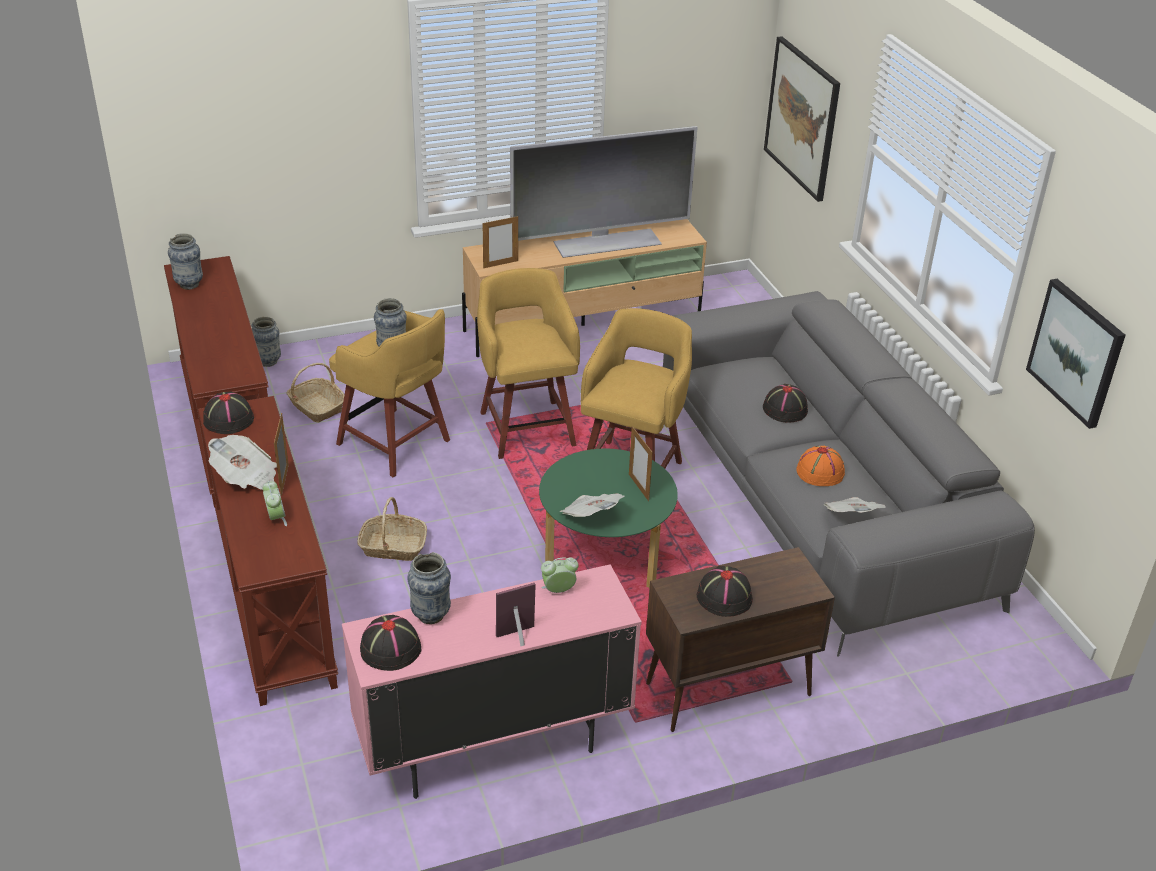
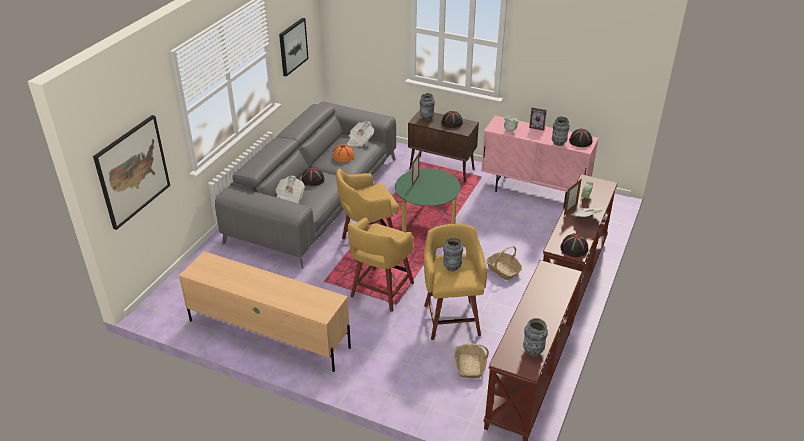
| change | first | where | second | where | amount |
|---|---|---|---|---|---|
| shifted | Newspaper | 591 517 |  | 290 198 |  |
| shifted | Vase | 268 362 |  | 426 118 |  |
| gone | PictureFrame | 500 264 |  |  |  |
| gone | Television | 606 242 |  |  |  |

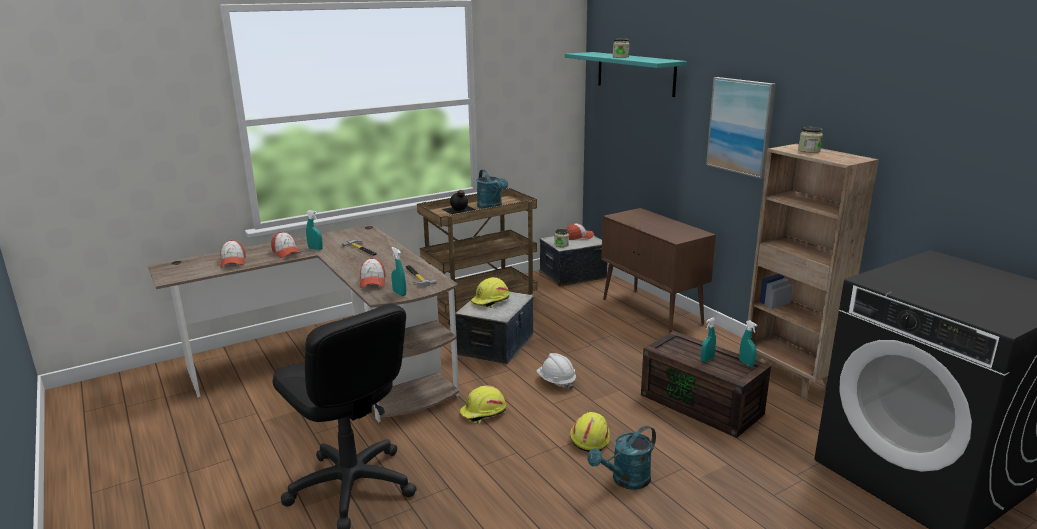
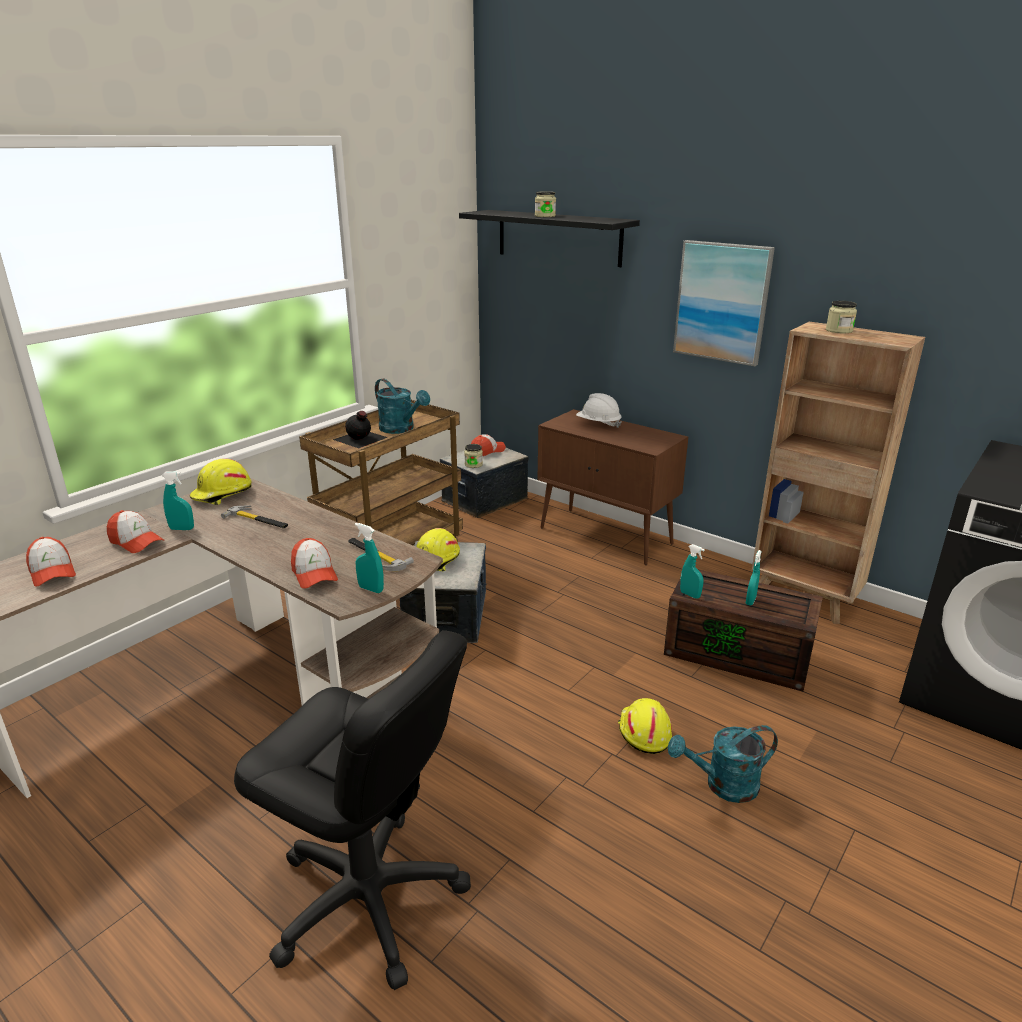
| change | first | where | second | where | amount |
|---|---|---|---|---|---|
| shifted | YellowHardHat | 483 413 |  | 222 494 |  |
| repainted | TurquoiseShelf | 635 73 | BlackShelf | 558 237 |  |
| shifted | WhiteHardHat | 556 381 |  | 598 424 |  |
| rotated | TurquoiseWateringCan | 625 480 |  | 723 785 | 45 degrees clockwise |
| shifted | TurquoiseSprayBottle | 746 363 |  | 690 595 |  |

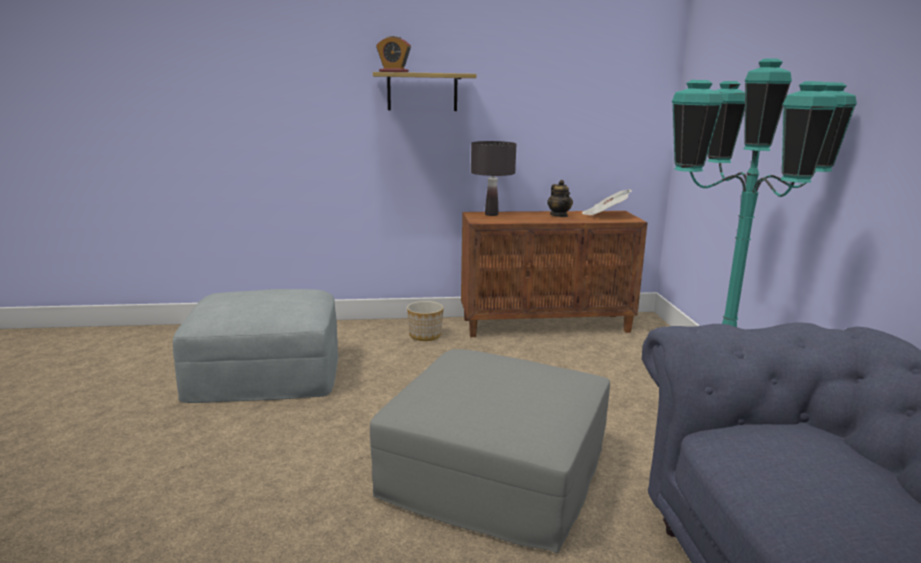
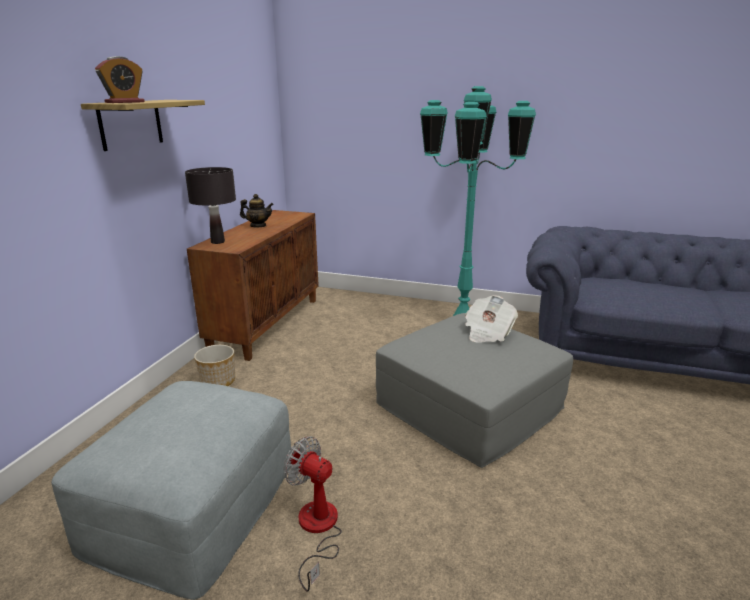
| change | first | where | second | where | amount |
|---|---|---|---|---|---|
| new |  |  | Fan | 317 530 |  |
| shifted | Newspaper | 604 215 |  | 487 332 |  |

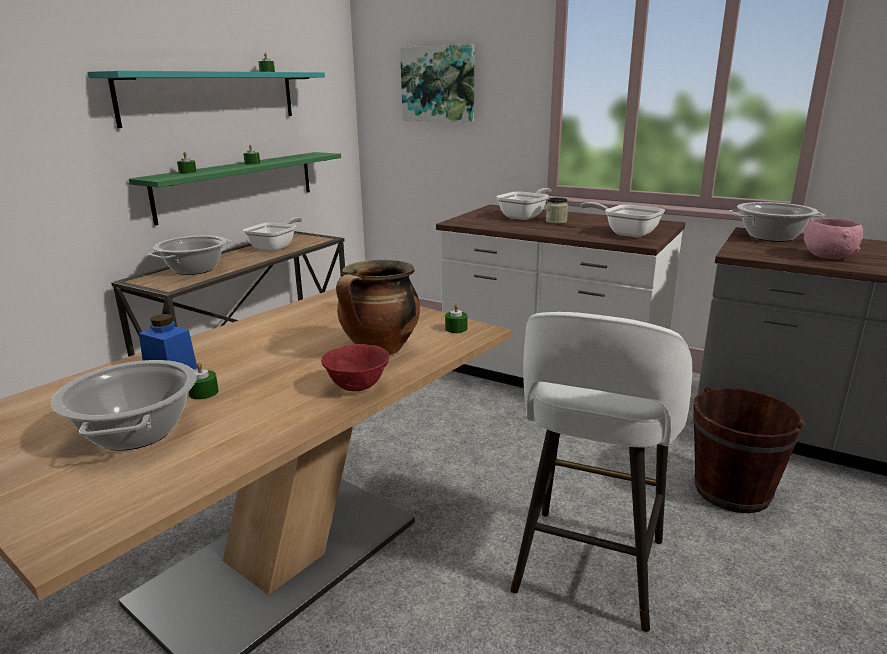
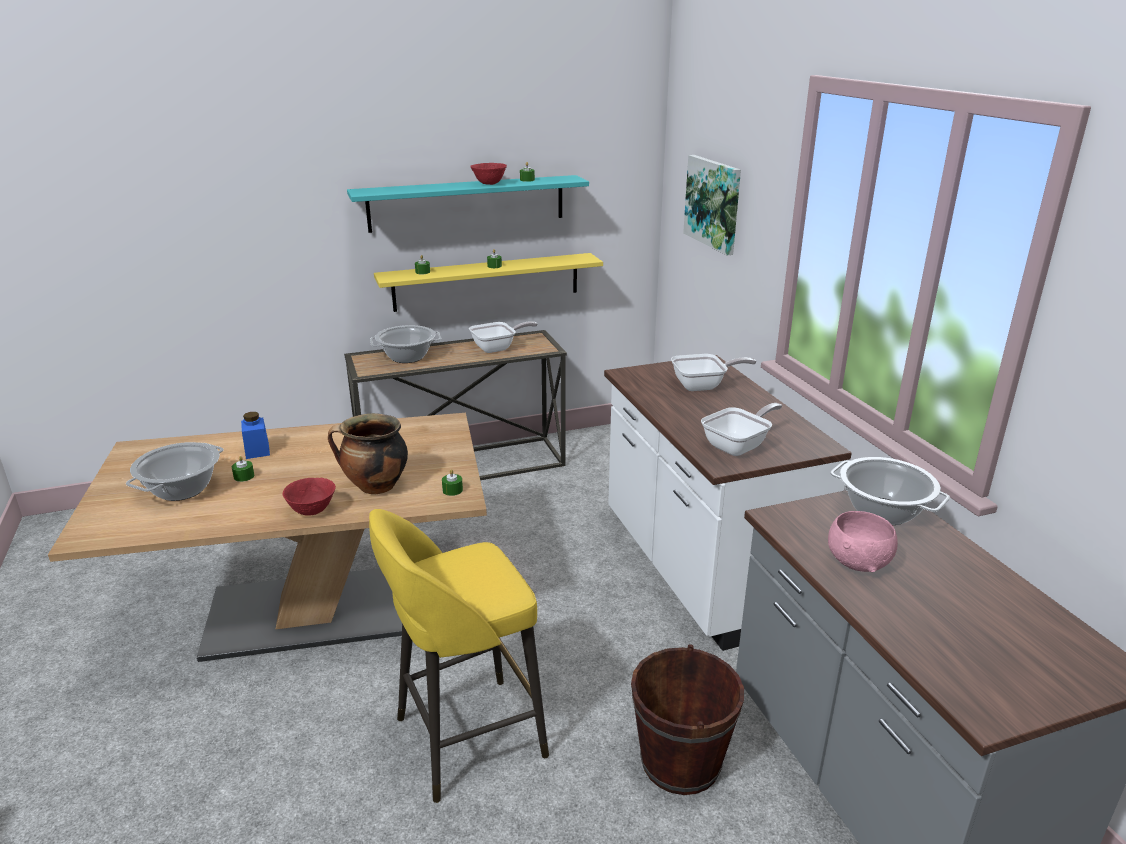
| change | first | where | second | where | amount |
|---|---|---|---|---|---|
| repainted | WhiteStool | 587 569 | YellowStool | 465 738 |  |
| repainted | GreenShelf | 238 185 | YellowShelf | 487 282 |  |
| new |  |  | RedBowl | 489 184 |  |
| rotated | FryingPan | 626 233 |  | 739 446 | 60 degrees clockwise |
| gone | Jar | 556 221 |  |  |  |

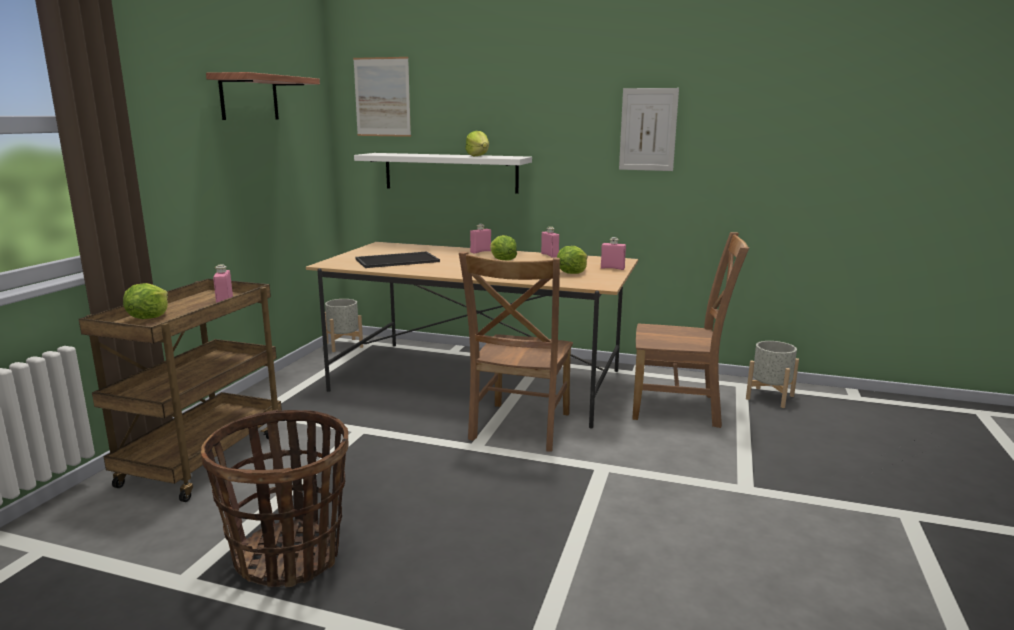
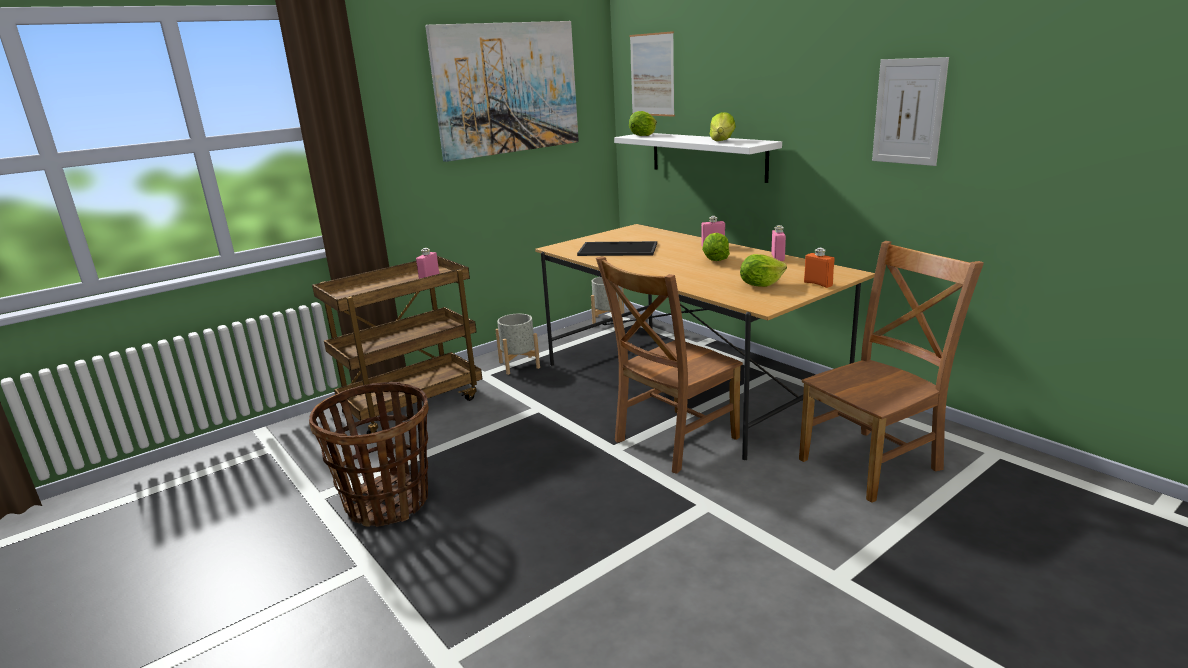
| change | first | where | second | where | amount |
|---|---|---|---|---|---|
| swapped | Shelf | 249 98 | Picture | 507 89 |  |
| shifted | GreyPlanter | 769 397 |  | 519 365 |  |
| shifted | Lettuce | 149 317 |  | 643 136 |  |
| rotated | BrownChair | 680 408 |  | 873 462 | 75 degrees counterclockwise |
| repainted | PinkBottle | 612 268 | OrangeBottle | 818 284 |  |

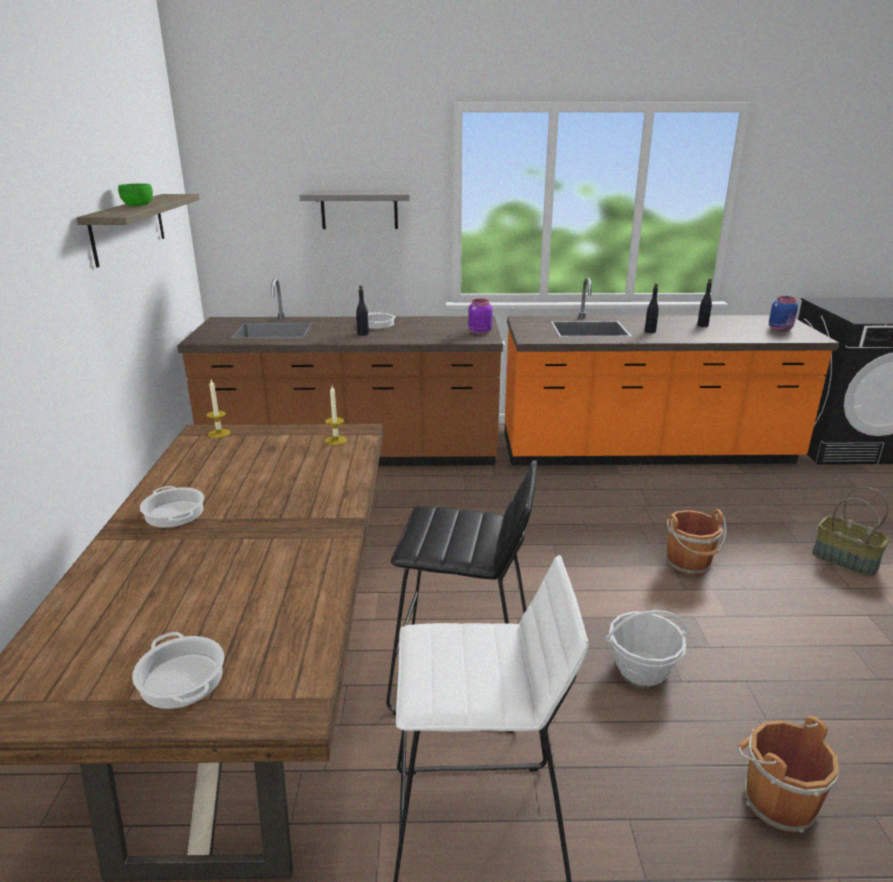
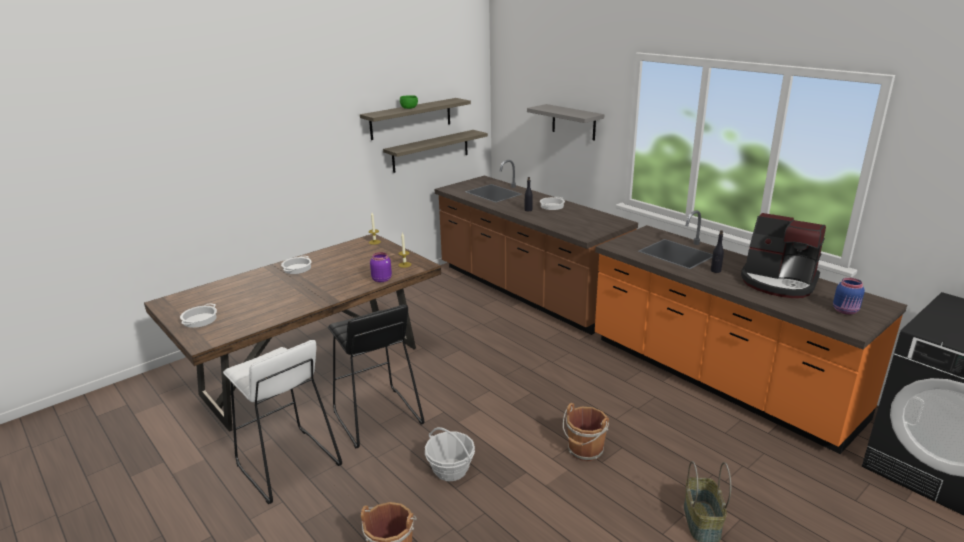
| change | first | where | second | where | amount |
|---|---|---|---|---|---|
| shifted | PurpleJar | 479 332 |  | 381 279 |  |
| new |  |  | Shelf | 431 151 |  |
| swapped | BlackBottle | 702 325 | CoffeeMachine | 778 282 |  |

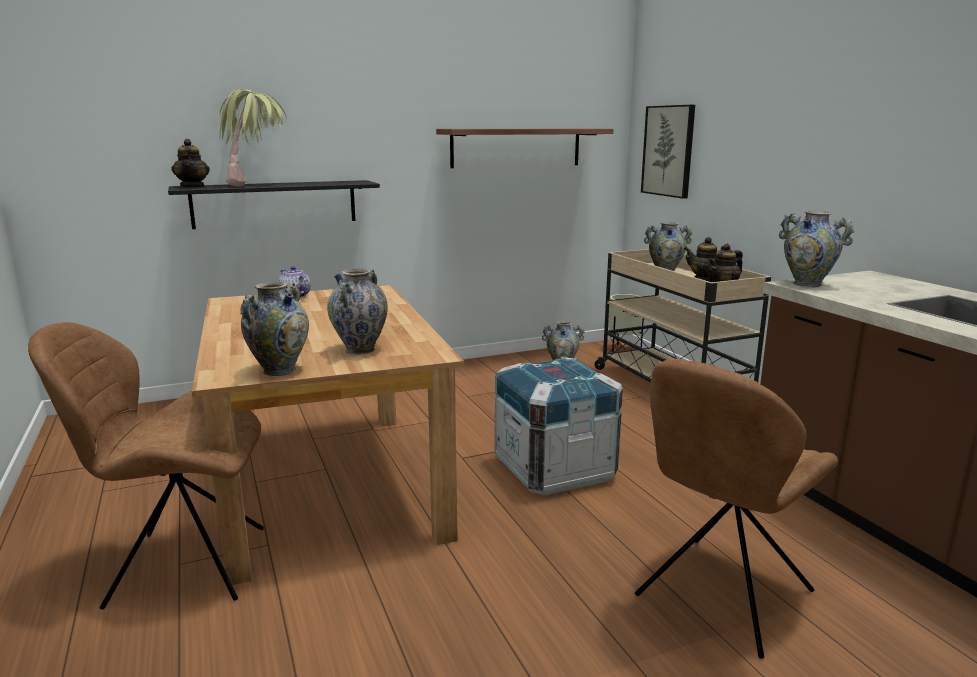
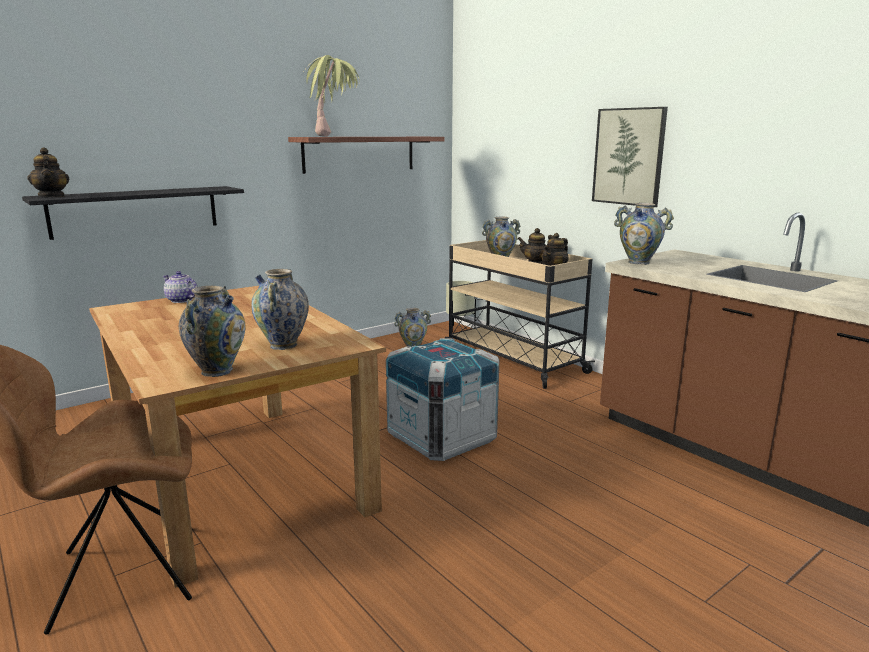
| change | first | where | second | where | amount |
|---|---|---|---|---|---|
| shifted | PottedPlant | 257 185 |  | 334 136 |  |
| shifted | Picture | 668 151 |  | 629 156 |  |
| gone | BrownChair | 720 596 |  |  |  |

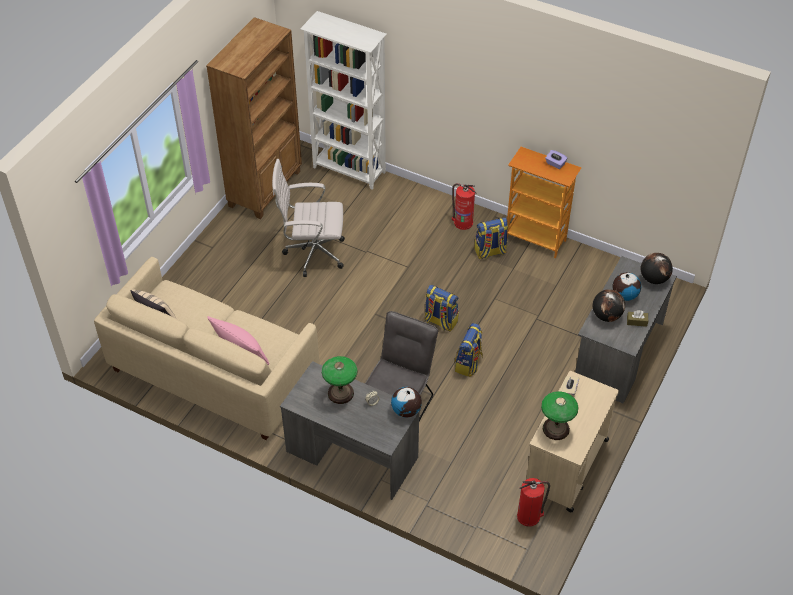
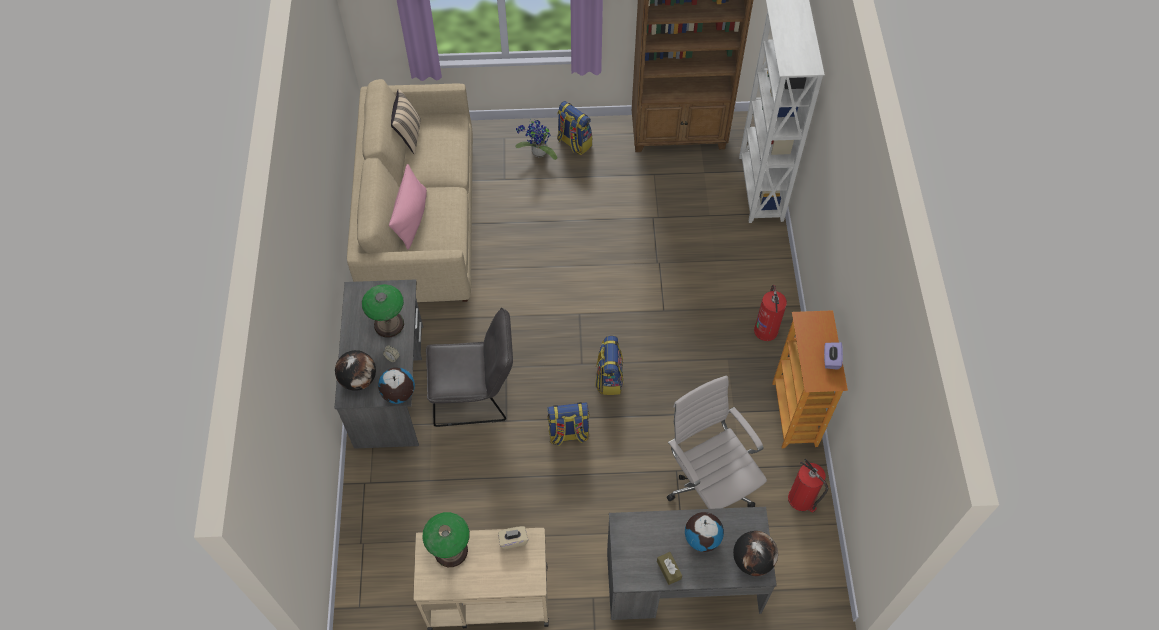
| change | first | where | second | where | amount |
|---|---|---|---|---|---|
| shifted | Globe | 606 316 |  | 359 379 |  |
| new |  |  | PottedPlant | 538 153 |  |
| shifted | Backpack | 490 252 |  | 573 143 |  |
| shifted | WhiteOfficeChair | 312 253 |  | 708 486 |  |
| shifted | FireExtinguisher | 529 516 |  | 801 499 |  |

